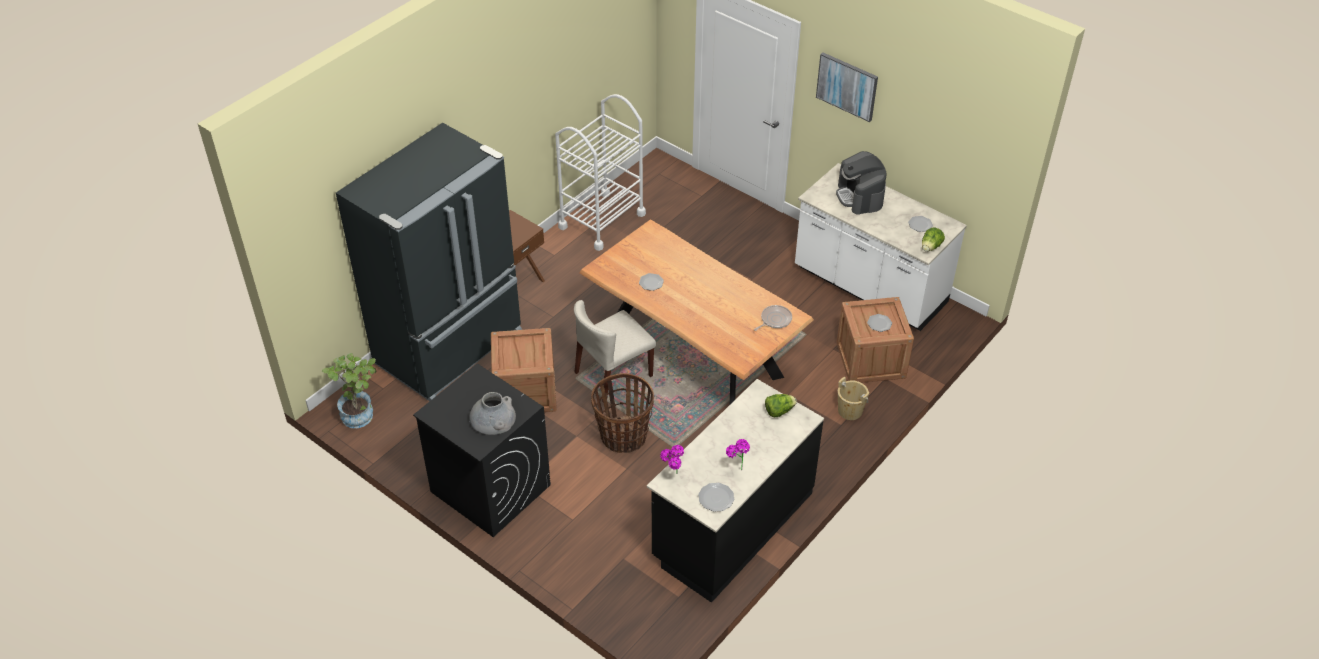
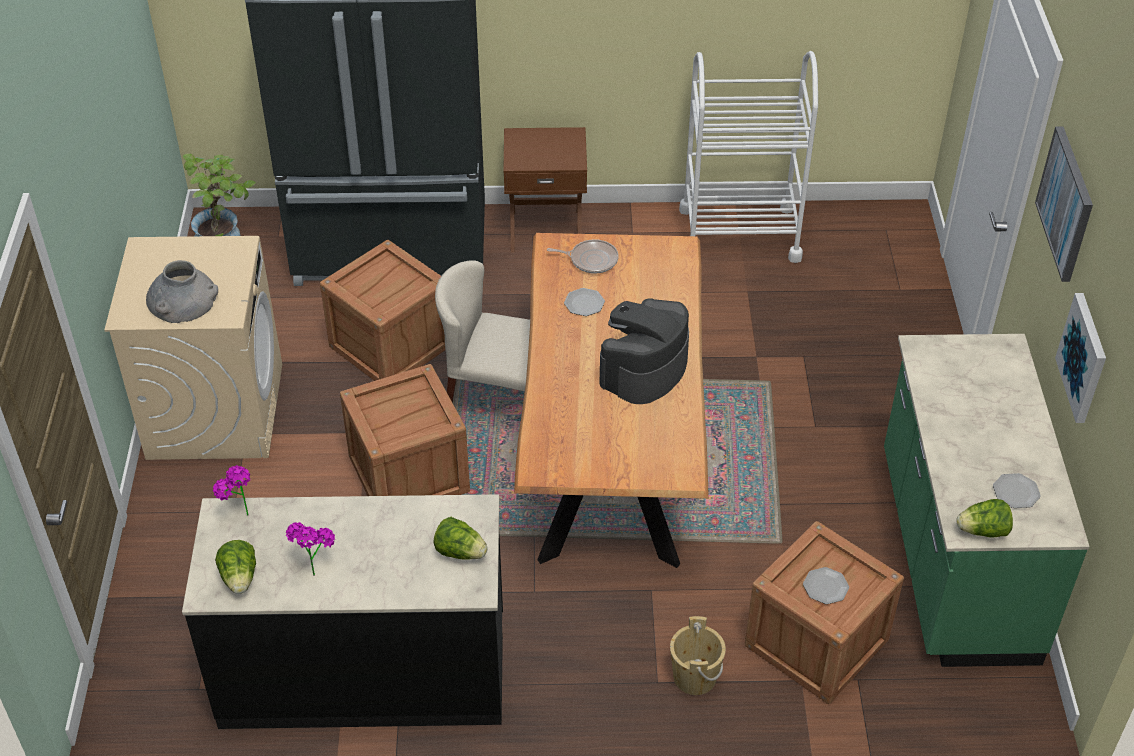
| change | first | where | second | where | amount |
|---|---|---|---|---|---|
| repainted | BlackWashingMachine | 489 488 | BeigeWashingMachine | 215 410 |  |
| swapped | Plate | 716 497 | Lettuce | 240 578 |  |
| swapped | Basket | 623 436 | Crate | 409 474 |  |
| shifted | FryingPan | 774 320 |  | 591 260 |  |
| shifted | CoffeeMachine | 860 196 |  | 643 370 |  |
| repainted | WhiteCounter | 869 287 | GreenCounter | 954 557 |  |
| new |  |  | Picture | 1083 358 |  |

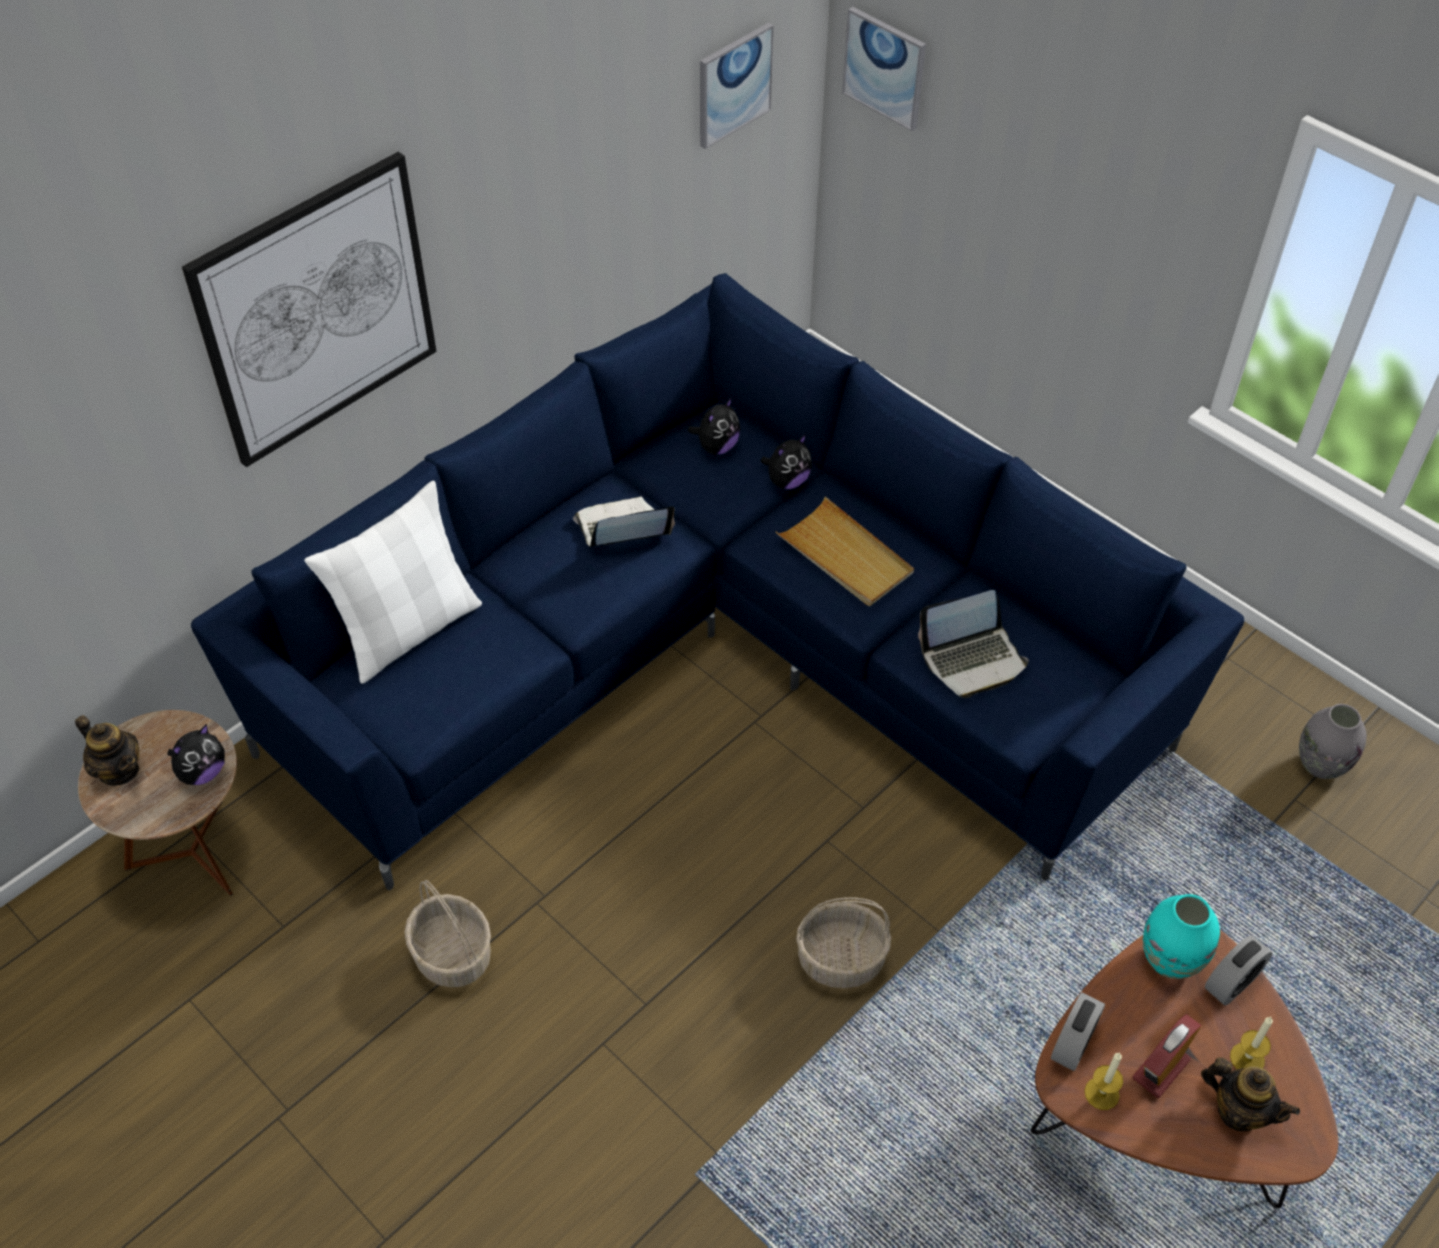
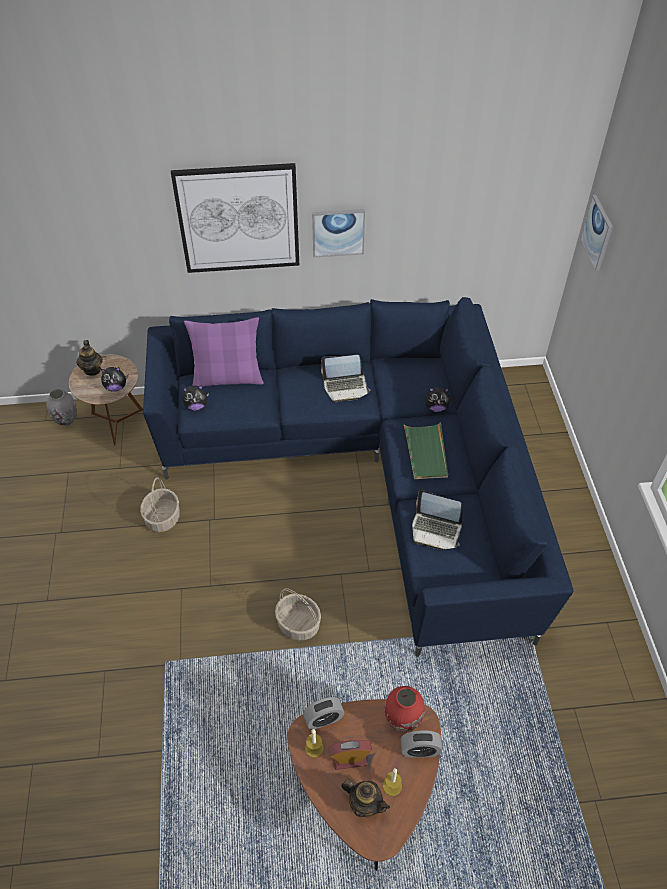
| change | first | where | second | where | amount |
|---|---|---|---|---|---|
| shifted | GreyVase | 1320 764 |  | 66 420 |  |
| shifted | PlushToy | 716 447 |  | 196 406 |  |
| repainted | WhitePillow | 409 630 | PurplePillow | 228 378 |  |
| shifted | Picture | 734 84 |  | 338 232 |  |
| rotated | Laptop | 623 529 |  | 345 387 | 150 degrees clockwise |
| rotated | Teapot | 1239 1111 |  | 364 803 | 45 degrees counterclockwise |
| repainted | TurquoiseVase | 1170 961 | RedVase | 402 719 |  |
| repainted | BeigeTray | 845 556 | GreenTray | 426 452 |  |

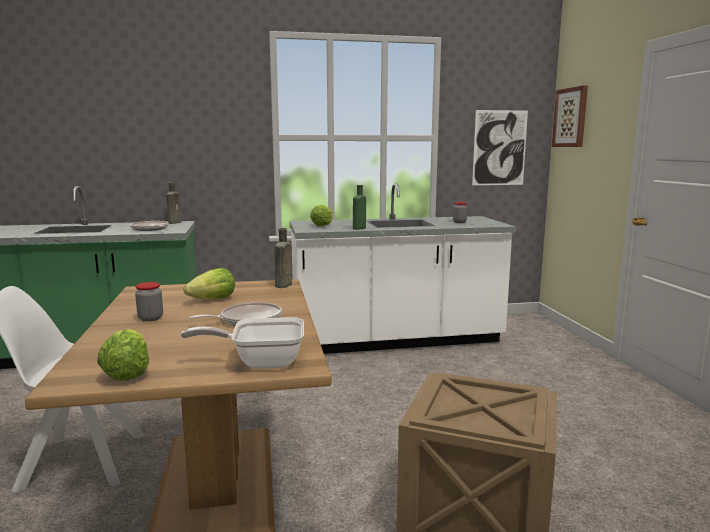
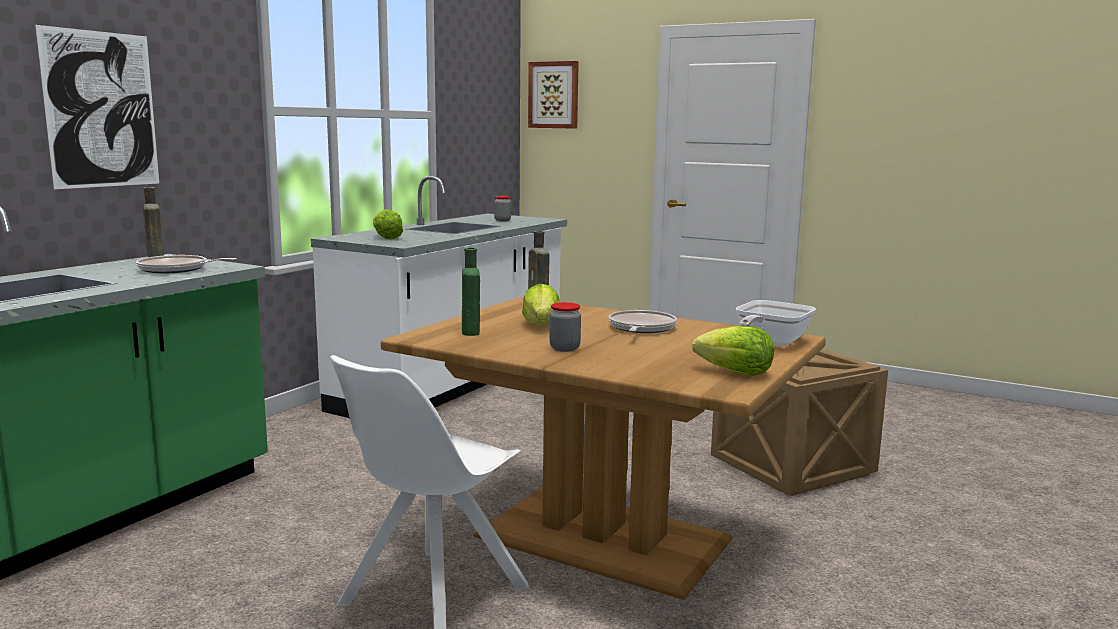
| change | first | where | second | where | amount |
|---|---|---|---|---|---|
| shifted | Picture | 499 148 |  | 101 110 |  |
| shifted | GreenBottle | 358 228 |  | 471 332 |  |

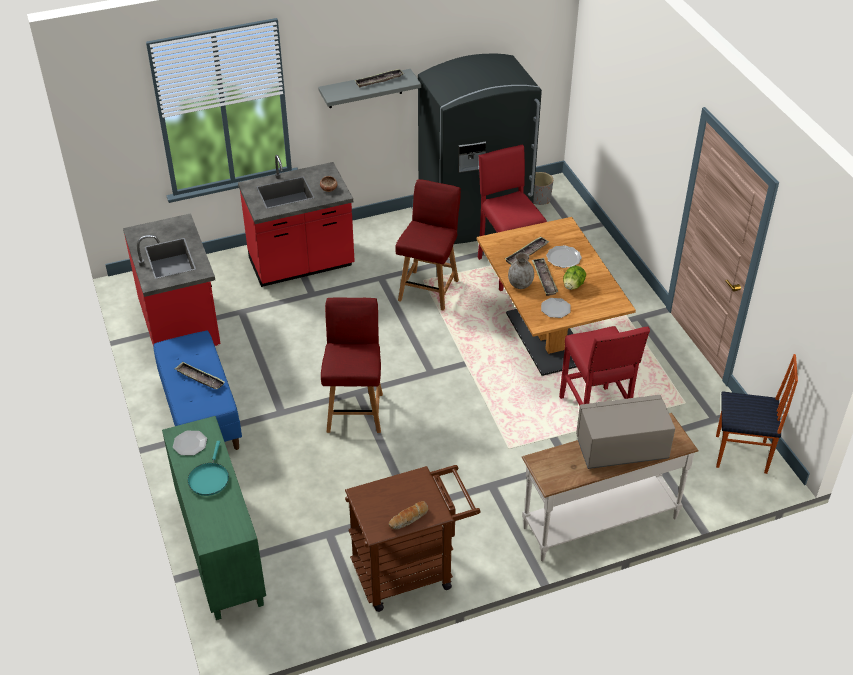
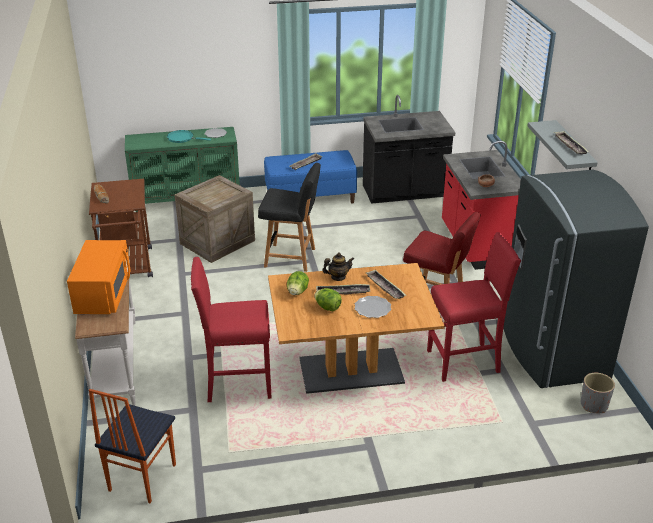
| change | first | where | second | where | amount |
|---|---|---|---|---|---|
| repainted | GreyMicrowave | 621 449 | OrangeMicrowave | 103 295 |  |
| new |  |  | Crate | 218 242 |  |
| repainted | RedChair | 355 411 | BlackChair | 291 258 |  |
| swapped | Plate | 555 308 | Lettuce | 297 292 |  |
| swapped | GreyVase | 520 285 | Teapot | 338 277 |  |
| repainted | RedCounter | 182 327 | BlackCounter | 404 193 |  |

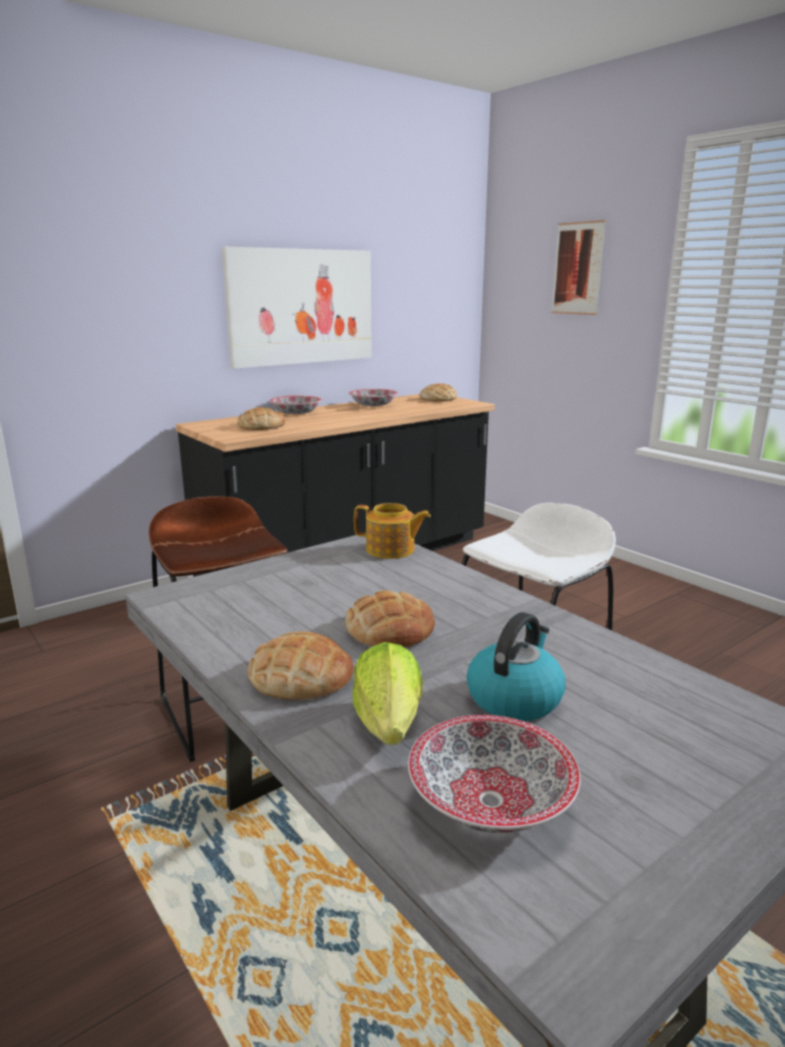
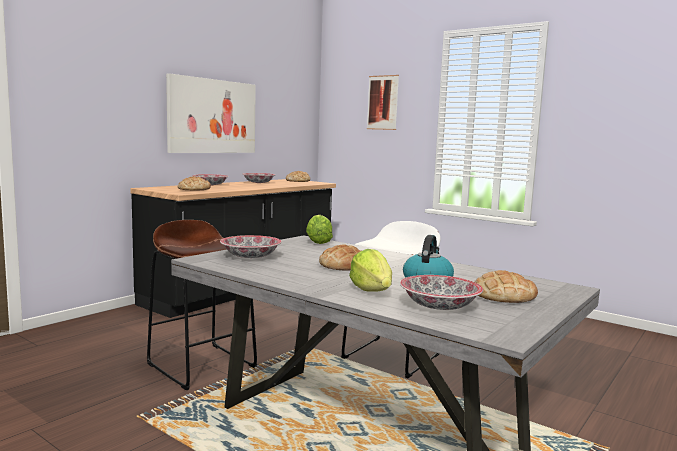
| change | first | where | second | where | amount |
|---|---|---|---|---|---|
| new |  |  | Bowl | 250 256 |  |
| swapped | Teapot | 391 550 | Lettuce | 318 242 |  |
| shifted | Bread | 301 676 |  | 503 295 |  |

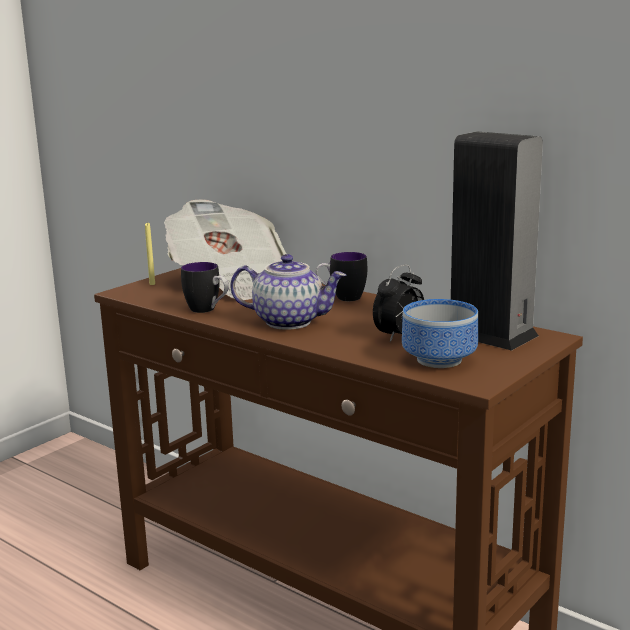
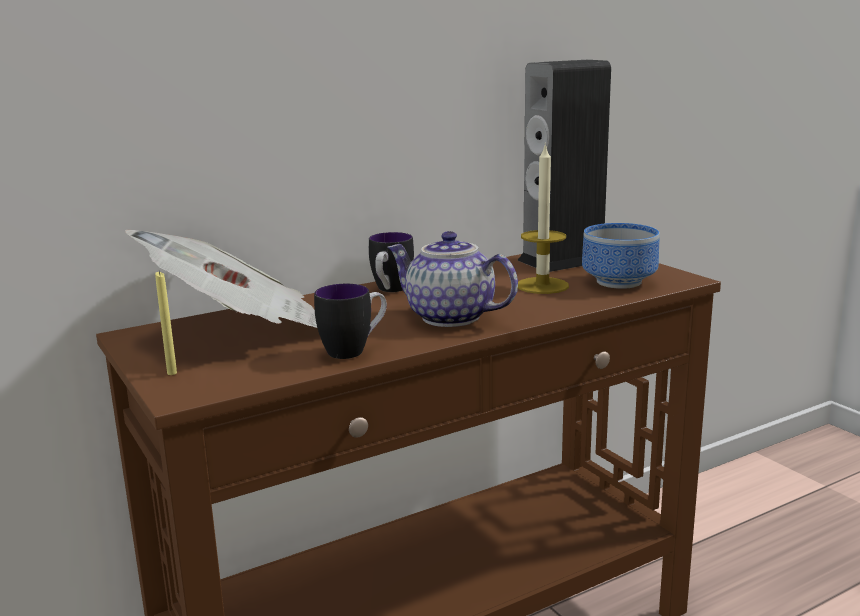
| change | first | where | second | where | amount |
|---|---|---|---|---|---|
| rotated | Teapot | 290 321 |  | 448 318 | 90 degrees counterclockwise |
| swapped | AlarmClock | 399 336 | Candle | 542 285 |  |

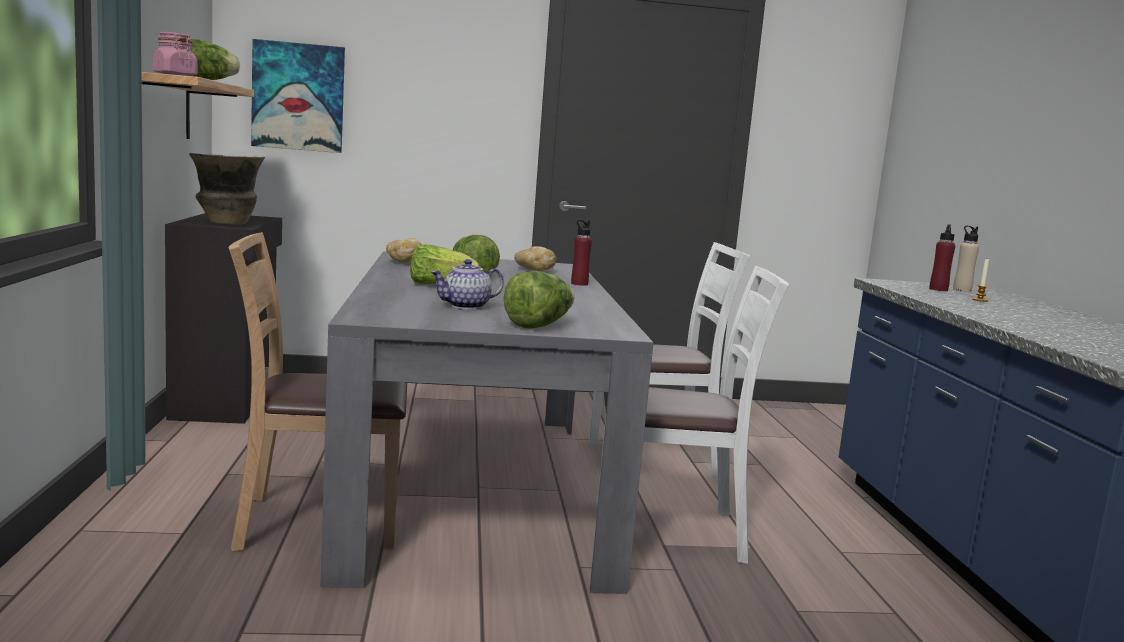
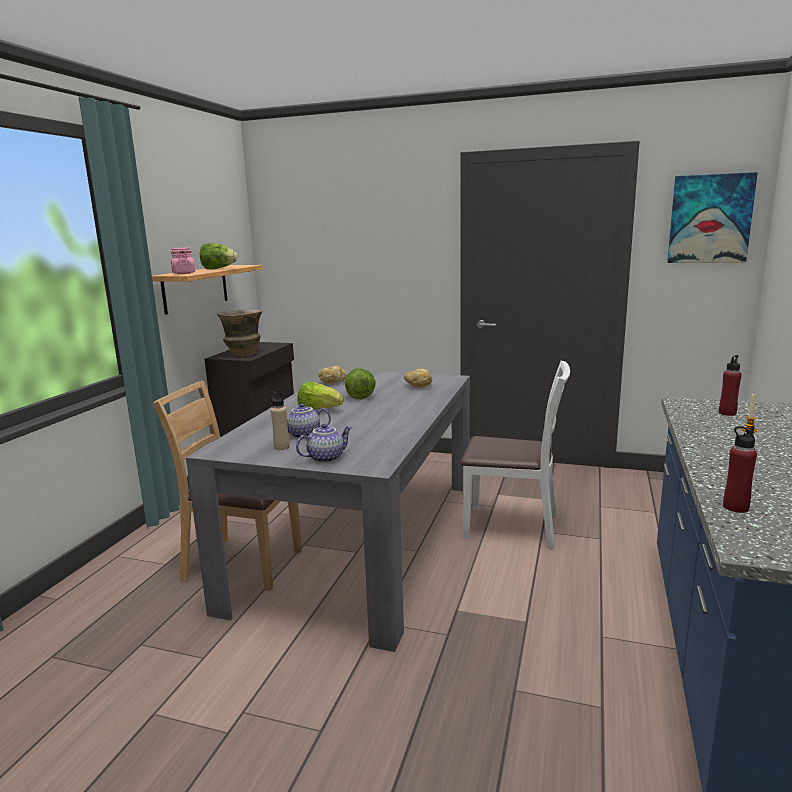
| change | first | where | second | where | amount |
|---|---|---|---|---|---|
| shifted | BeigeBottle | 962 290 |  | 281 447 |  |
| swapped | Lettuce | 539 325 | Teapot | 325 458 |  |
| shifted | Picture | 298 97 |  | 710 219 |  |
| shifted | RedBottle | 579 284 |  | 735 507 |  |
| gone | WhiteChair | 670 531 |  |  |  |

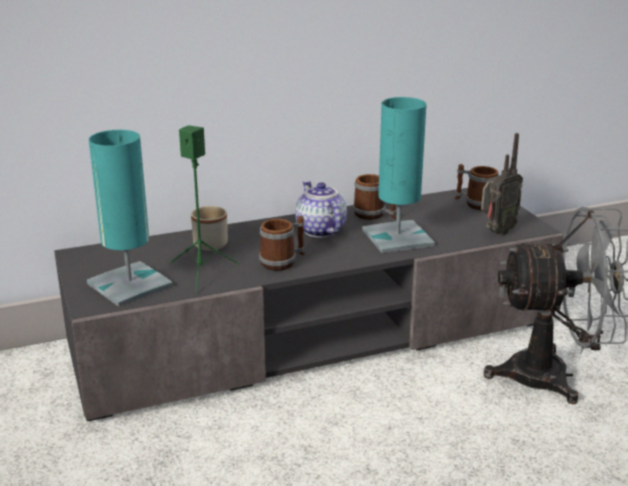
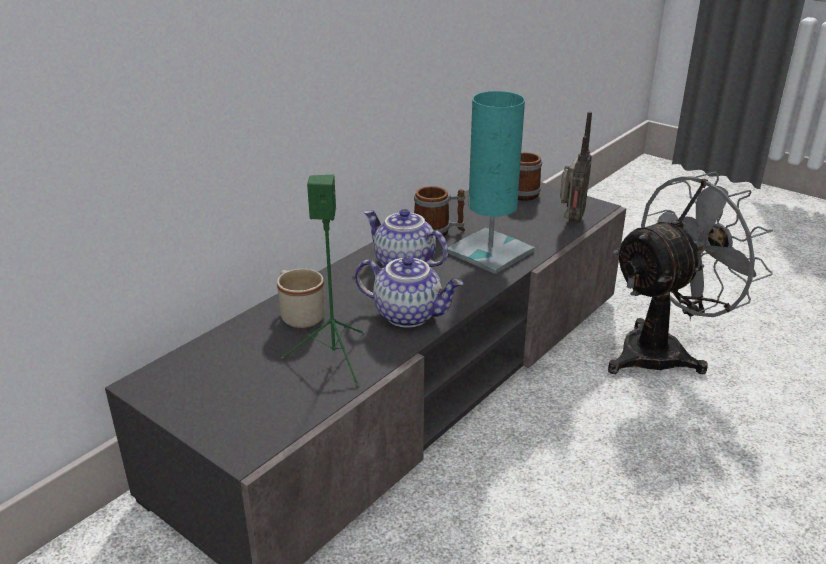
| change | first | where | second | where | amount |
|---|---|---|---|---|---|
| swapped | Mug | 283 261 | Teapot | 409 314 |  |
| gone | TurquoiseTableLamp | 129 285 |  |  |  |

